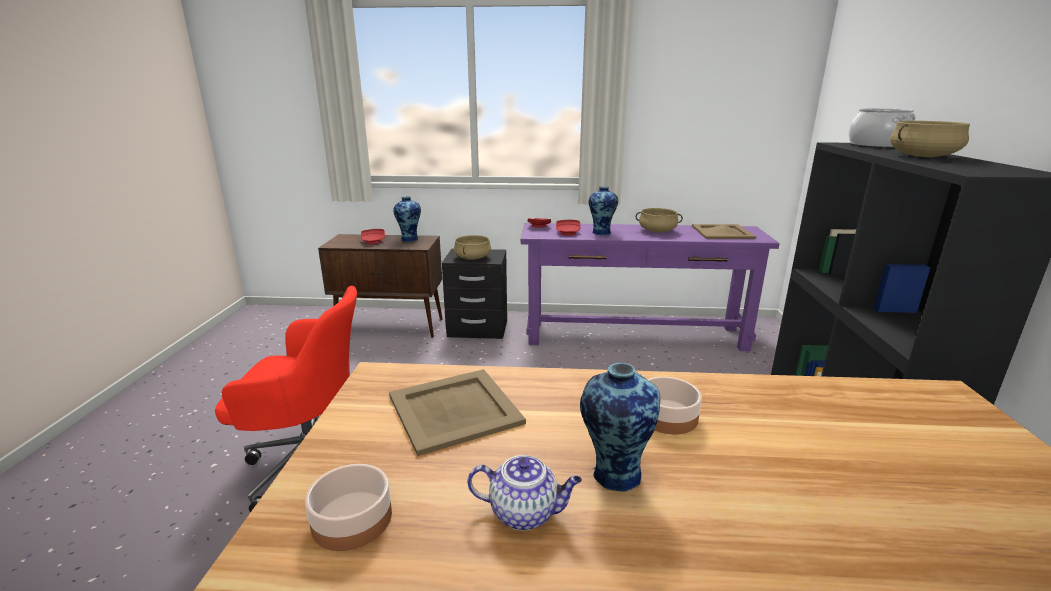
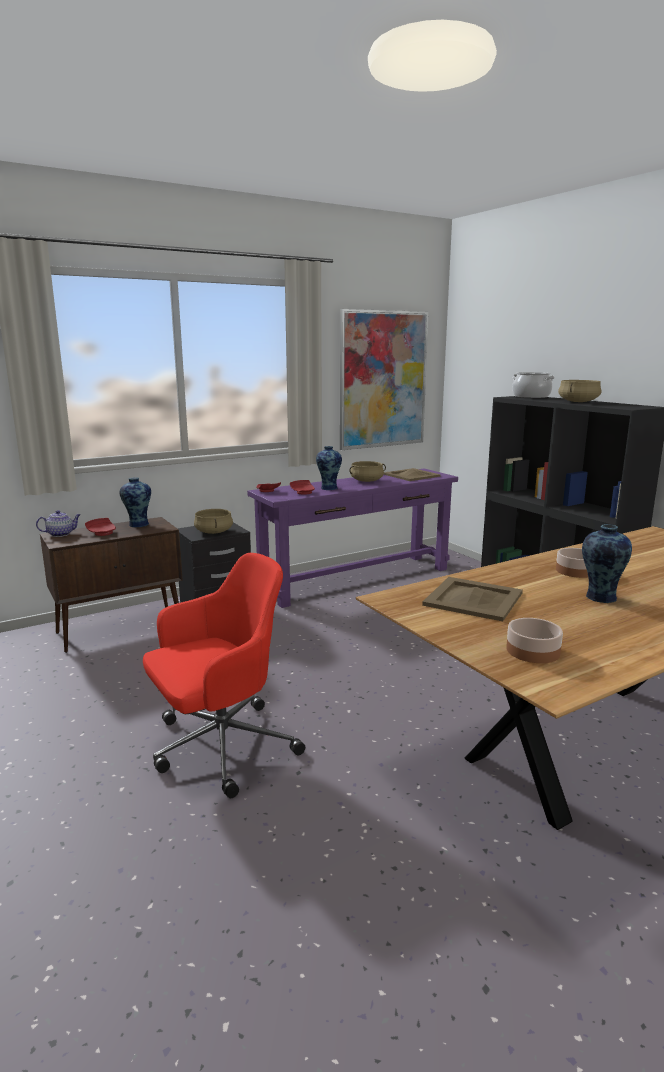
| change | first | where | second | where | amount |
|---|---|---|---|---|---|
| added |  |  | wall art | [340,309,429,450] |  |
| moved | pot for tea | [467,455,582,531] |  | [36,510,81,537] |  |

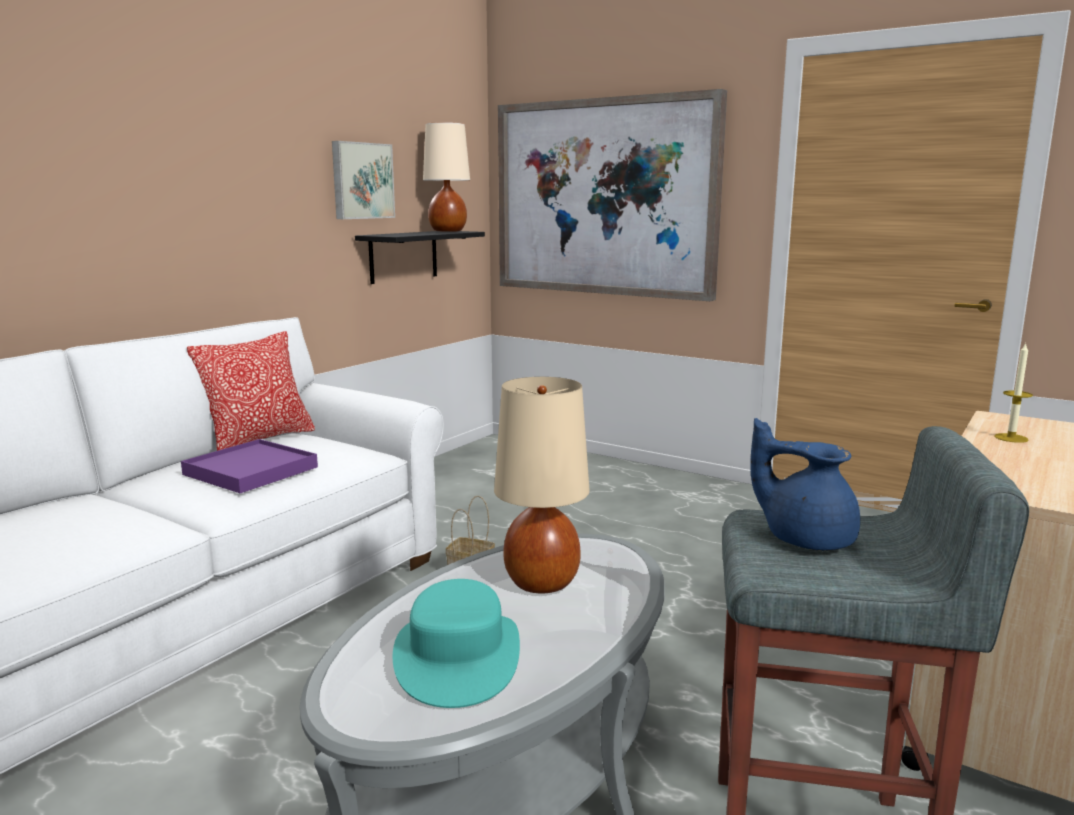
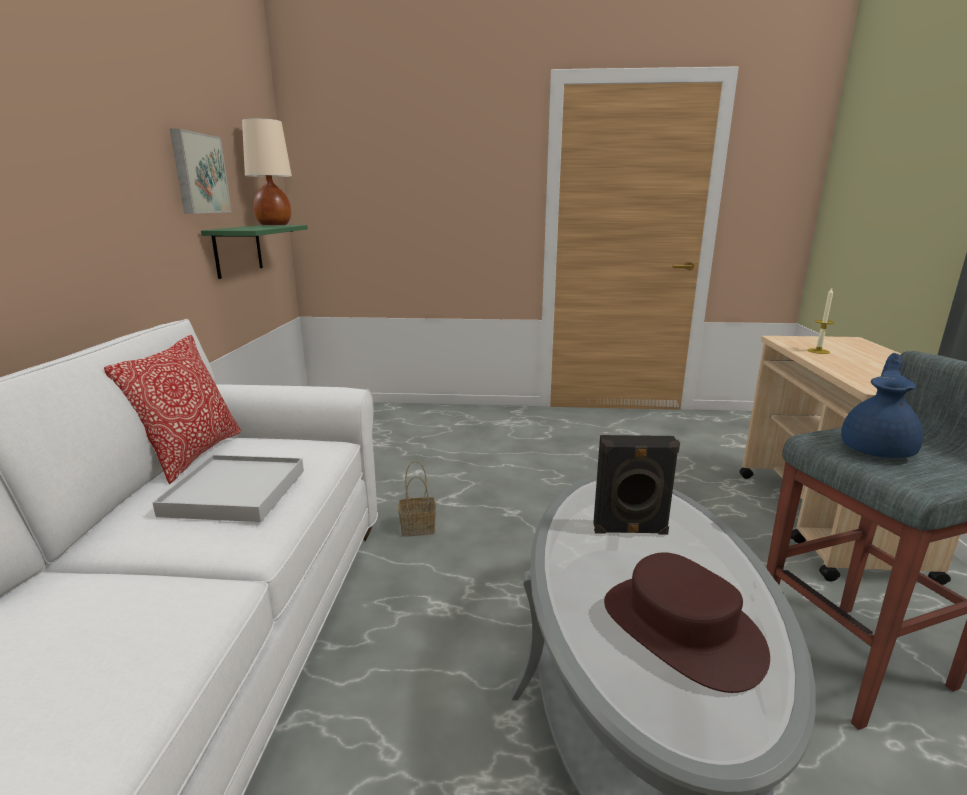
| change | first | where | second | where | amount |
|---|---|---|---|---|---|
| removed | wall art | [498,89,727,301] |  |  |  |
| replaced | beige-coloured tabletop lamp | [494,377,590,593] | blackish audio speaker | [593,435,680,535] |  |
| recoloured | purple carrying tray | [181,439,318,493] | whitish carrying tray | [152,455,304,522] |  |
| recoloured | blackish bracket shelf | [355,231,485,284] | greenish bracket shelf | [201,225,308,279] |  |
| recoloured | blue-green hat | [393,579,520,708] | brown-coloured hat | [604,553,770,693] |  |
| turned | blue pot for tea | [750,418,860,551] |  | [841,353,923,458] | 120 degrees clockwise |

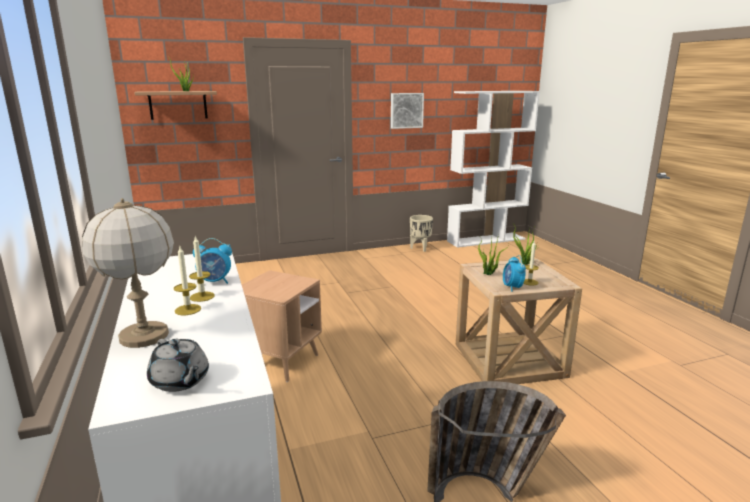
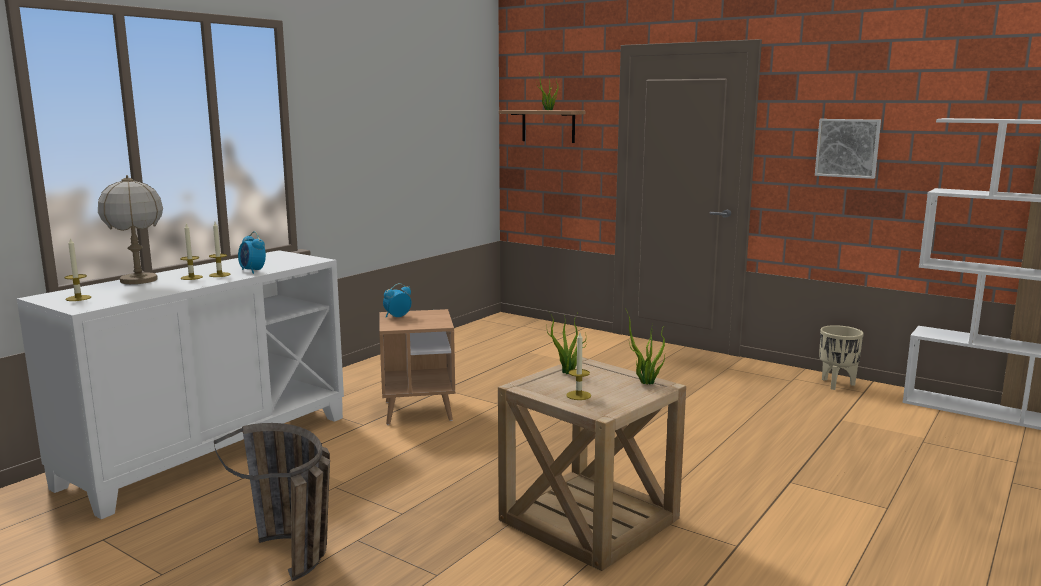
| change | first | where | second | where | amount |
|---|---|---|---|---|---|
| moved | table clock | [503,255,526,292] |  | [383,283,411,318] |  |
| replaced | greyish pot for tea | [147,339,209,392] | wax light | [64,237,91,301] |  |

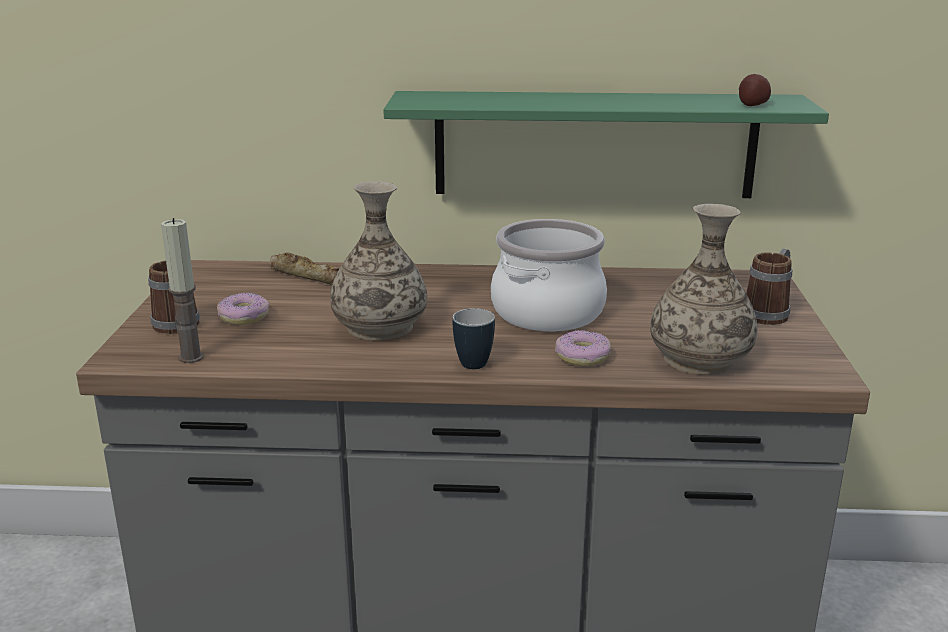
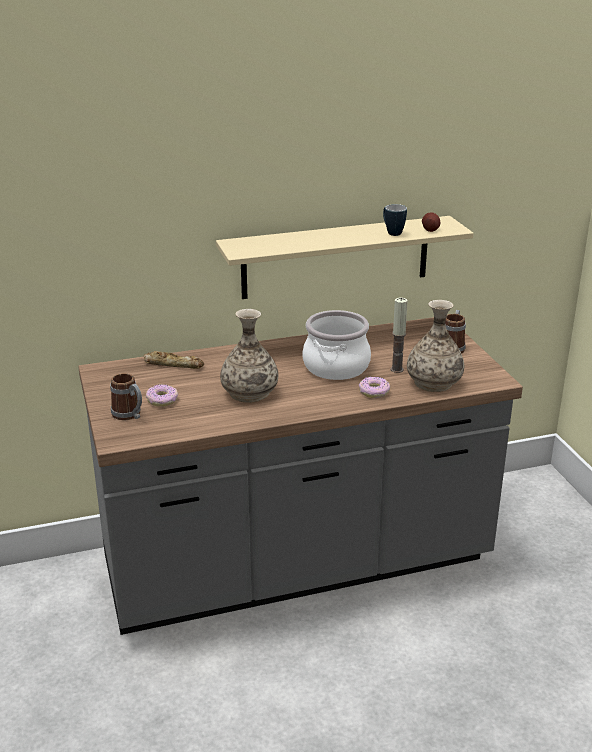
| change | first | where | second | where | amount |
|---|---|---|---|---|---|
| moved | wax light | [161,218,204,363] |  | [390,298,408,373] |  |
| moved | tea mug | [453,308,495,369] |  | [383,204,407,236] |  |
| recoloured | greenish bracket shelf | [383,91,829,198] | beige-coloured bracket shelf | [216,216,474,299] |  |

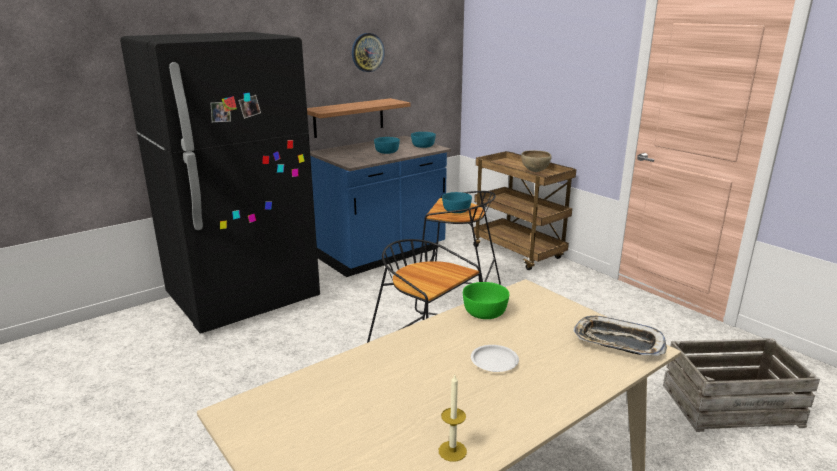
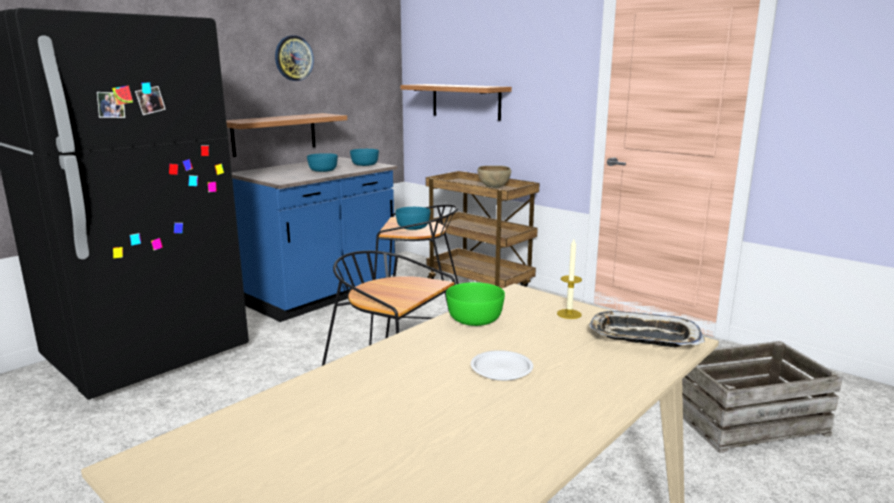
| change | first | where | second | where | amount |
|---|---|---|---|---|---|
| added |  |  | bracket shelf | [400,84,512,121] |  |
| moved | wax light | [439,375,467,462] |  | [557,239,582,319] |  |

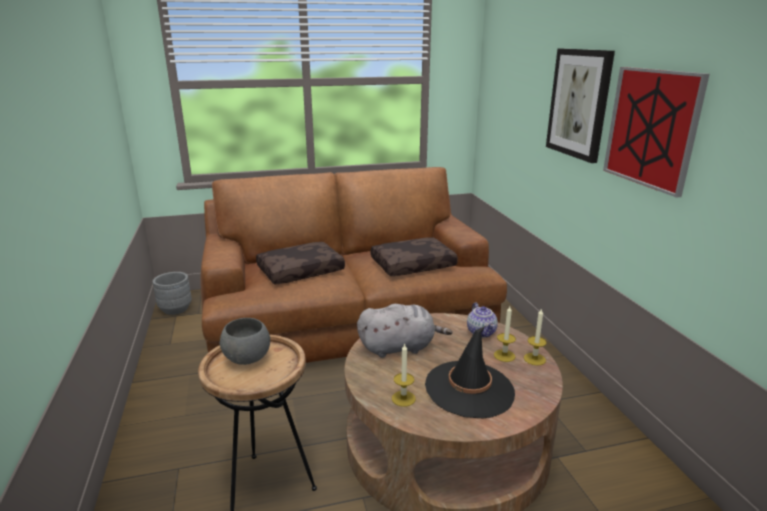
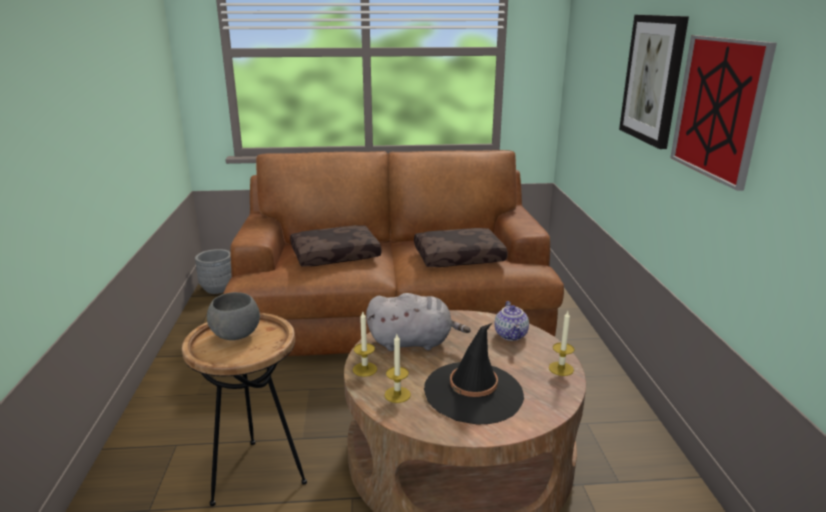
| change | first | where | second | where | amount |
|---|---|---|---|---|---|
| moved | wax light | [494,306,516,362] |  | [353,312,377,377] |  |

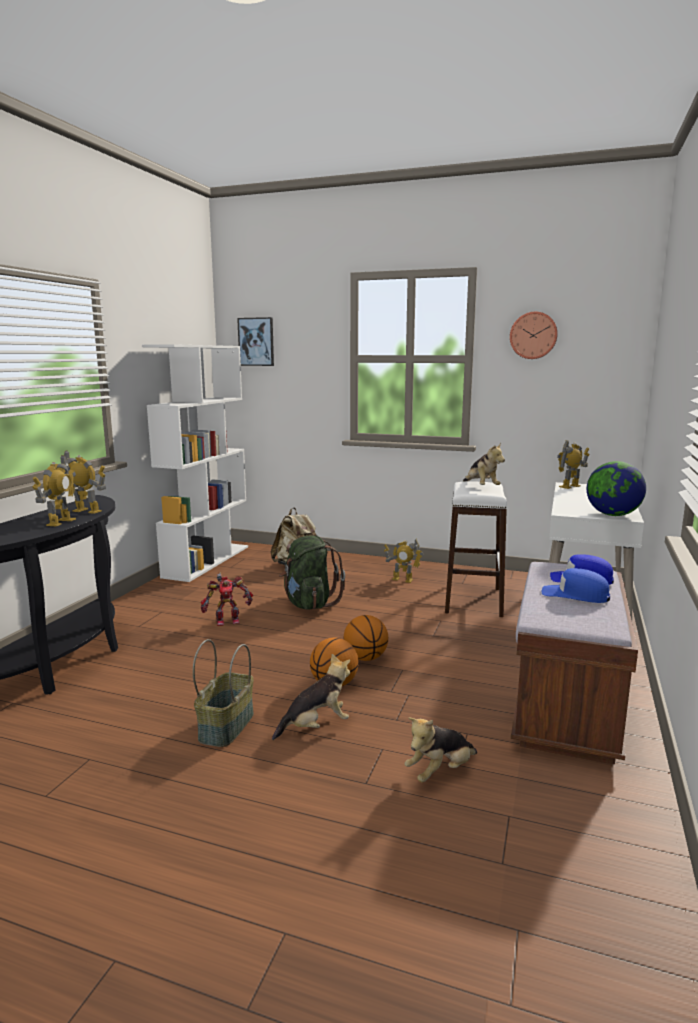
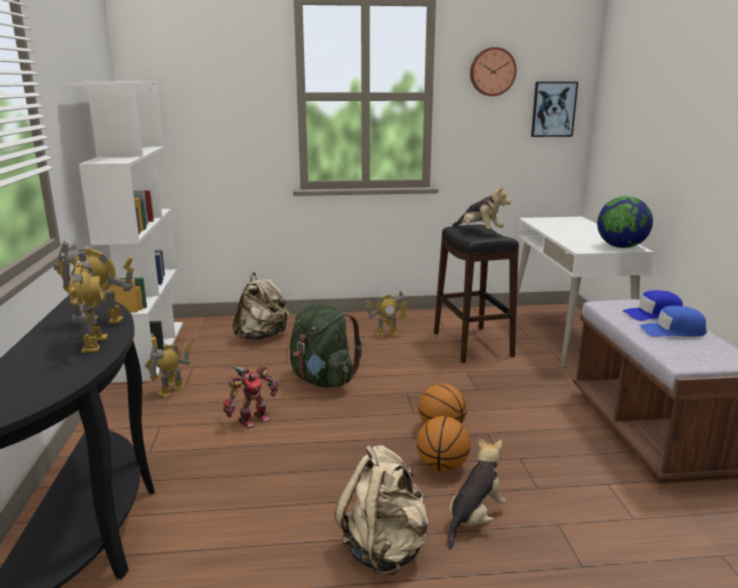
| change | first | where | second | where | amount |
|---|---|---|---|---|---|
| removed | plush toy | [405,717,477,783] |  |  |  |
| moved | wall art | [237,317,274,366] |  | [531,82,578,137] |  |
| moved | toy robot | [557,440,589,489] |  | [145,342,190,398] |  |
| replaced | household basket | [193,639,254,747] | beige-coloured rucksack | [335,445,428,575] |  |
| recoloured | whitish sitting stool | [445,482,507,617] | blackish sitting stool | [434,225,519,363] |  |

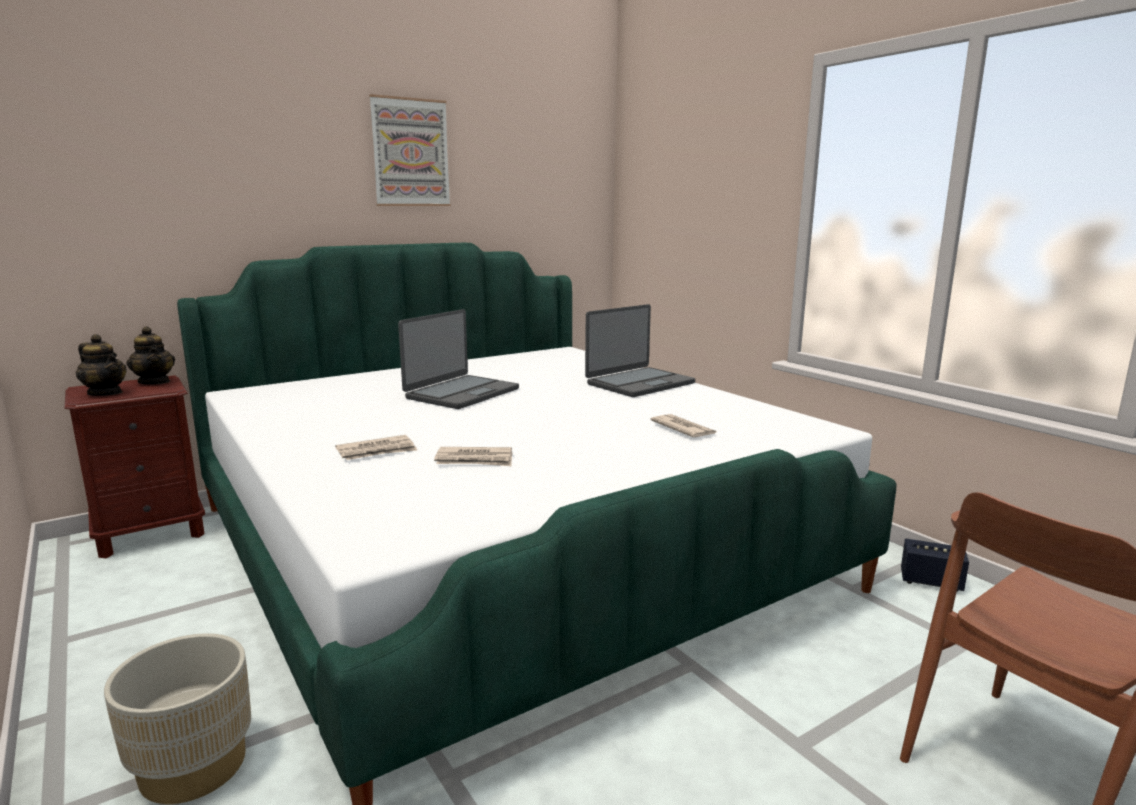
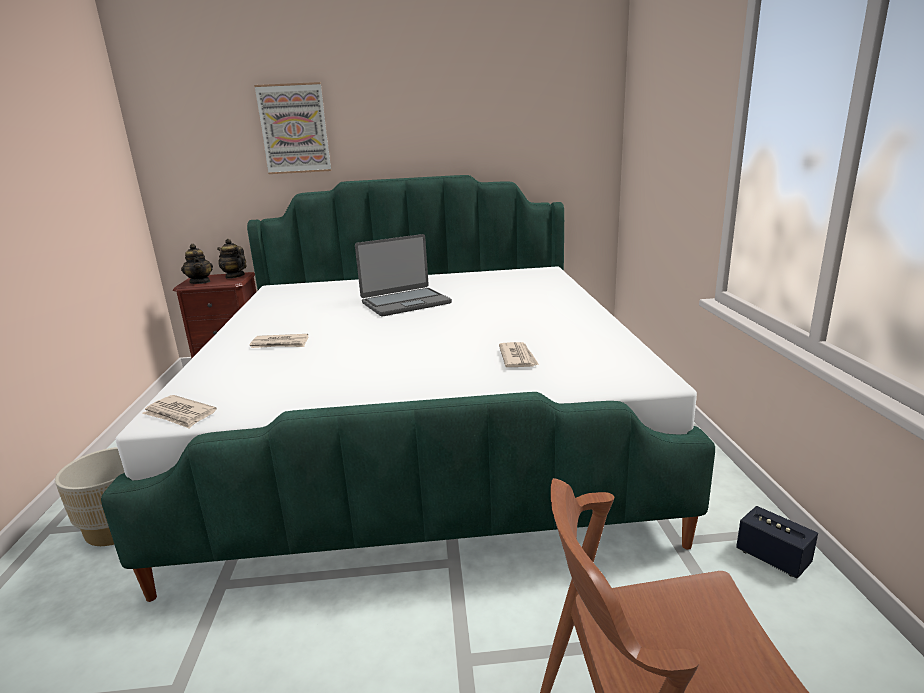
| change | first | where | second | where | amount |
|---|---|---|---|---|---|
| removed | notebook computer | [585,304,695,397] |  |  |  |
| moved | wall art | [369,94,451,206] |  | [254,82,331,174] |  |
| moved | newspaper | [434,447,512,466] |  | [142,395,217,429] |  |
| turned | pot for tea | [126,326,175,385] |  | [217,239,246,279] | 135 degrees clockwise |

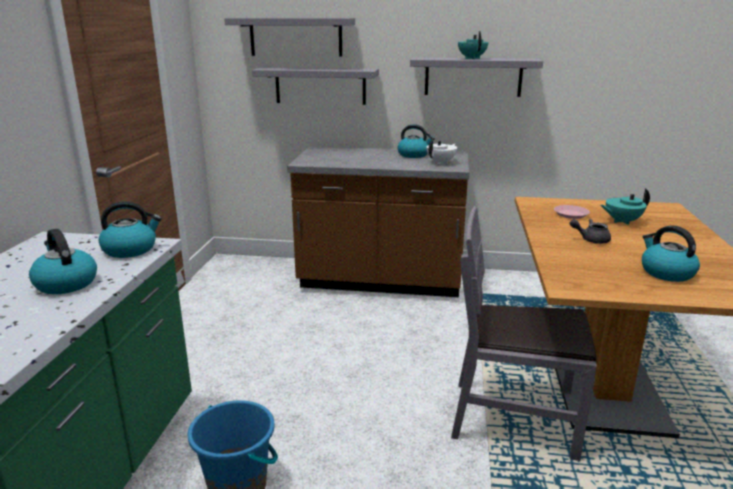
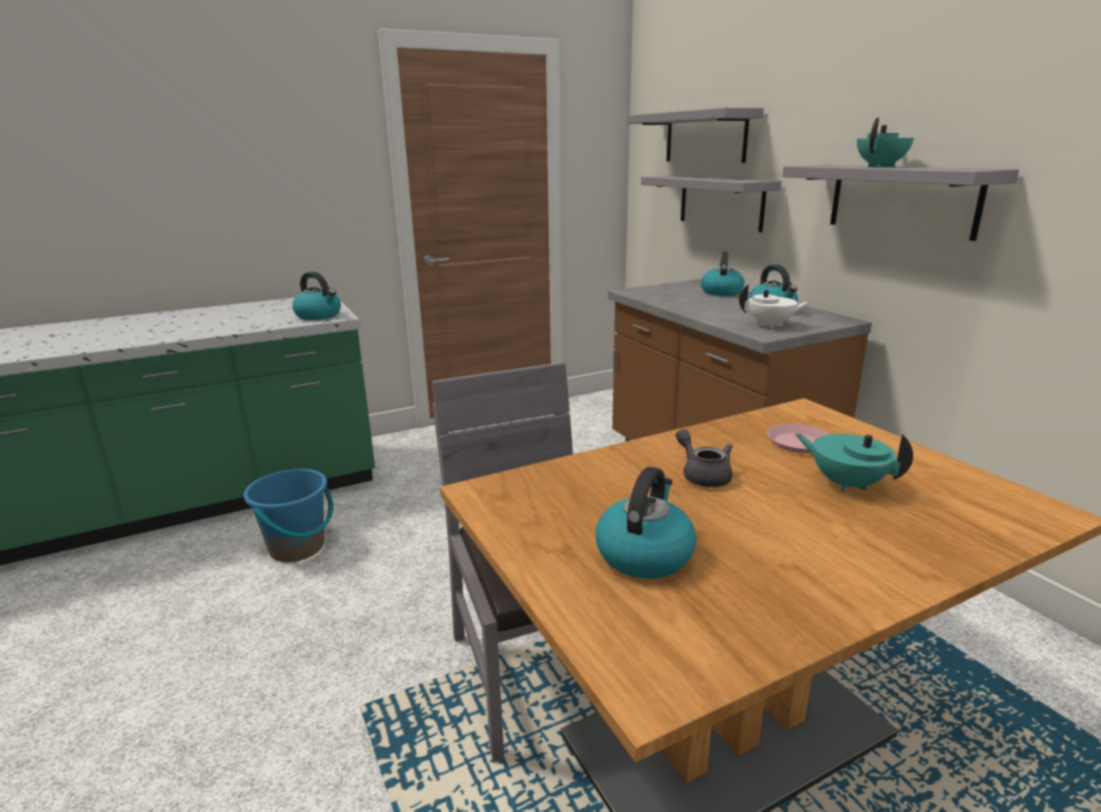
| change | first | where | second | where | amount |
|---|---|---|---|---|---|
| moved | water kettle | [29,229,97,294] |  | [701,252,745,296] |  |

